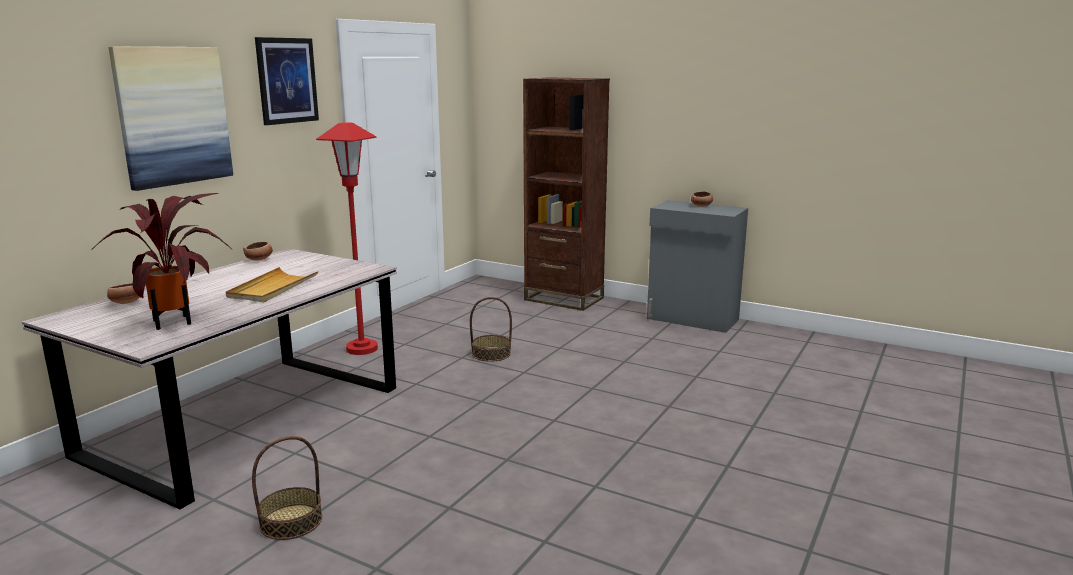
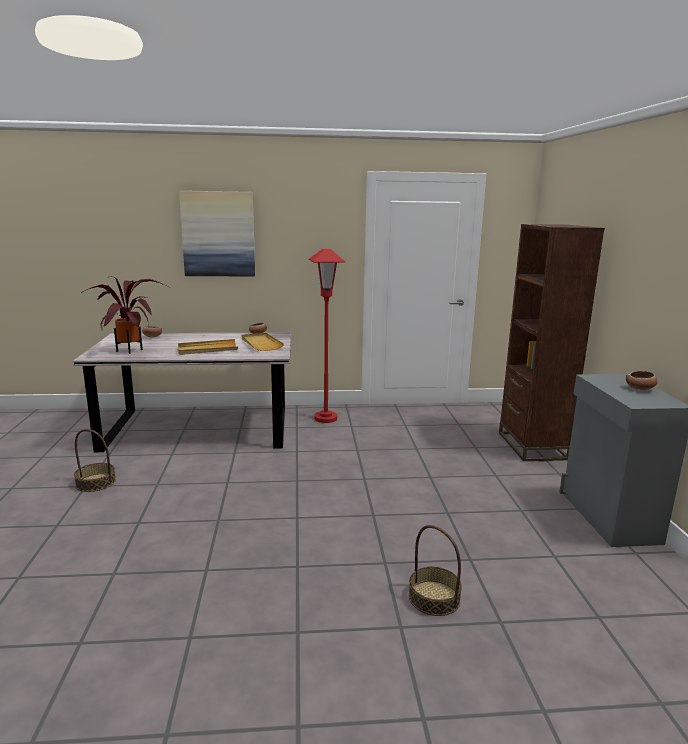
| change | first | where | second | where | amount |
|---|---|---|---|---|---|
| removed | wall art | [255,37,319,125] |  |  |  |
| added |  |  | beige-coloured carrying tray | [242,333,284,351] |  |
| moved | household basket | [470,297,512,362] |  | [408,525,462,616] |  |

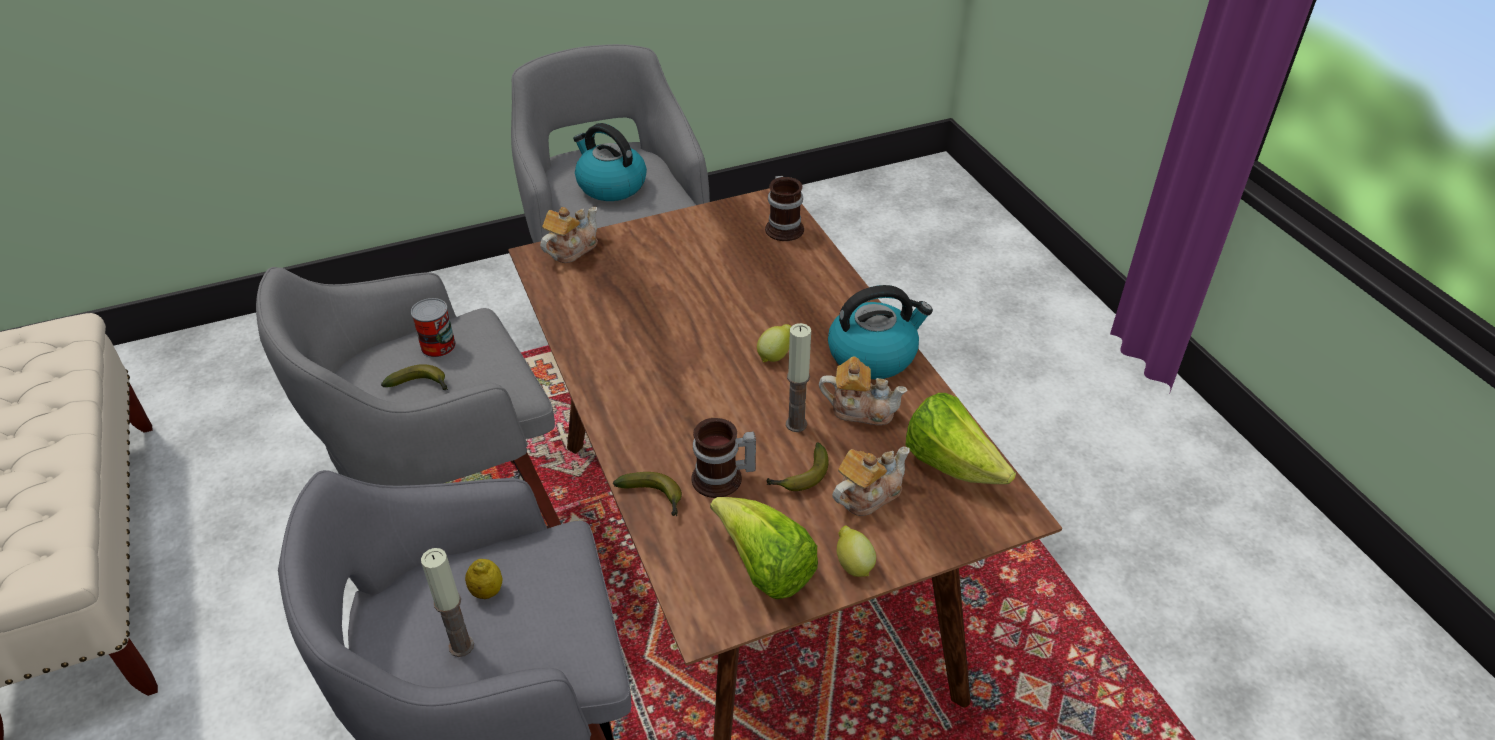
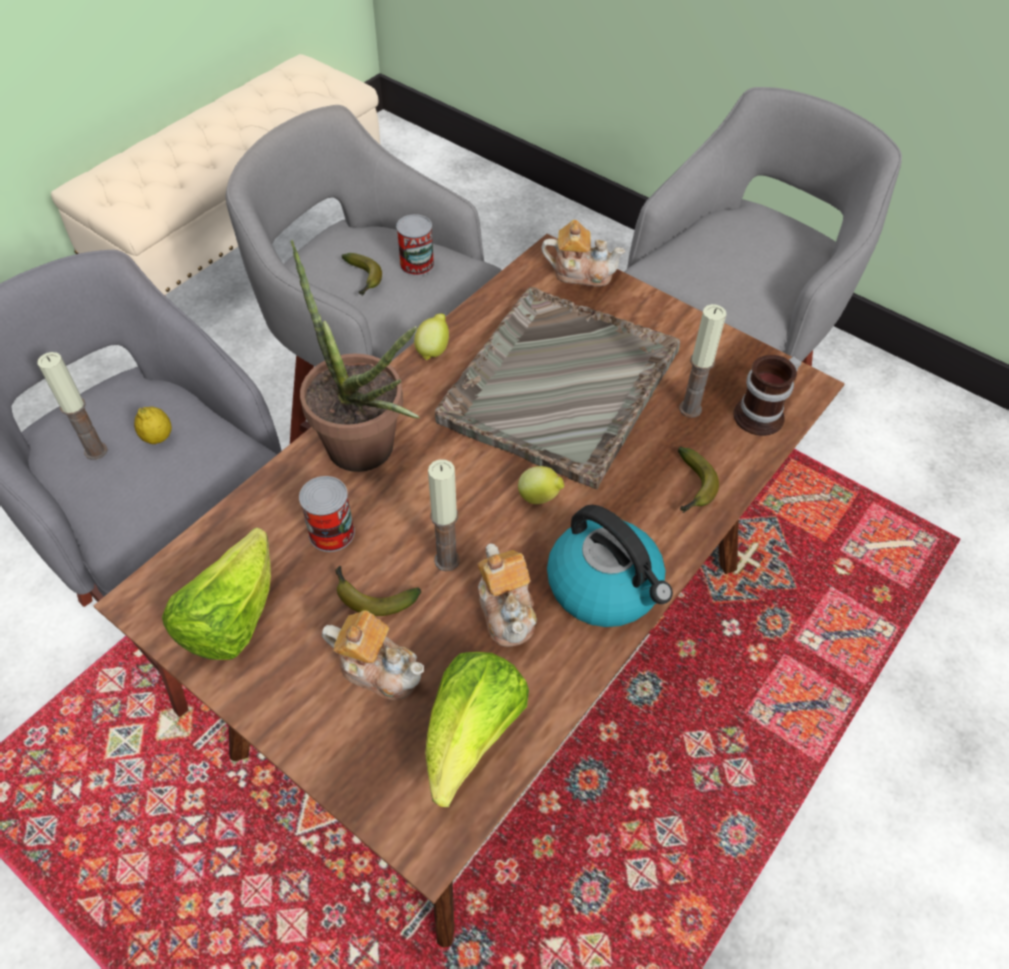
| change | first | where | second | where | amount |
|---|---|---|---|---|---|
| removed | water kettle | [573,123,647,201] |  |  |  |
| added |  |  | potted plant | [290,240,420,472] |  |
| added |  |  | greyish carrying tray | [435,287,680,489] |  |
| added |  |  | wax light | [679,304,726,418] |  |
| moved | whole banana | [613,472,682,516] |  | [678,447,719,513] |  |
| moved | whole lemon | [837,525,876,577] |  | [414,314,449,361] |  |
| replaced | tea mug | [691,418,756,498] | metal can | [299,476,355,552] |  |

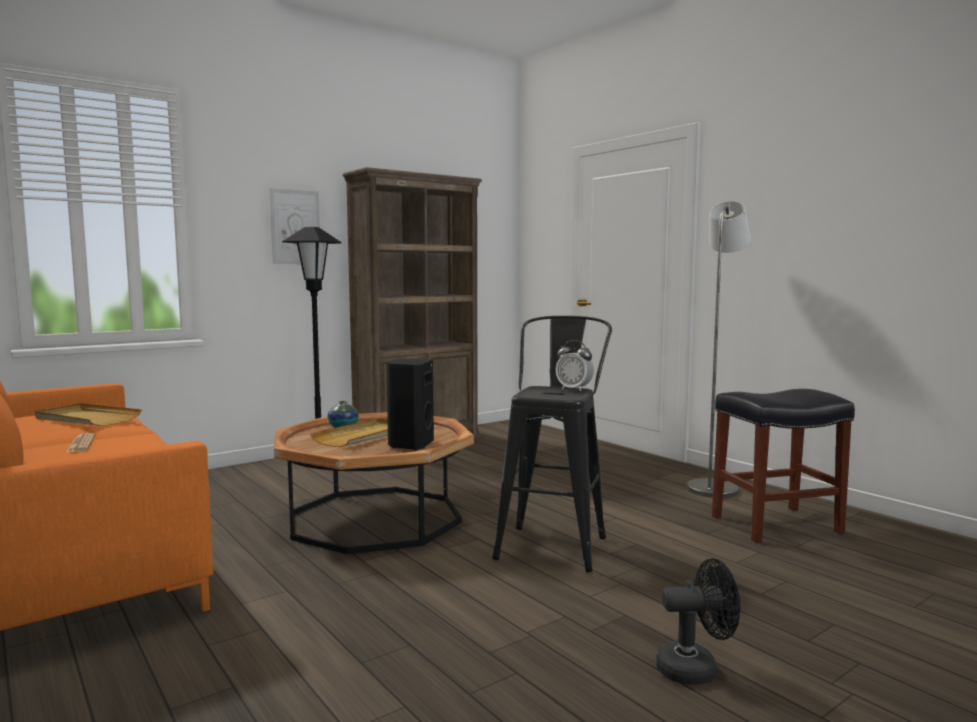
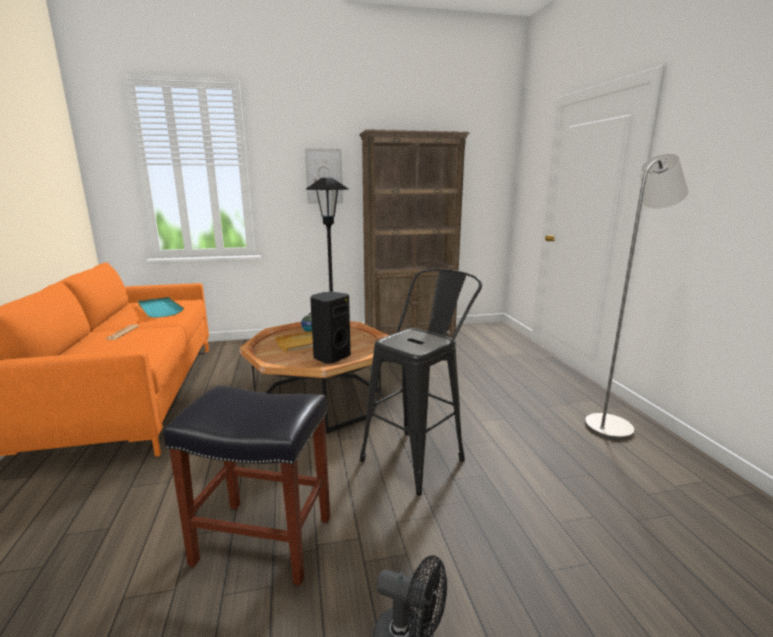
| change | first | where | second | where | amount |
|---|---|---|---|---|---|
| removed | table clock | [555,340,594,391] |  |  |  |
| moved | blackish sitting stool | [712,389,855,543] |  | [164,385,330,586] |  |
| recoloured | beige-coloured carrying tray | [35,403,142,426] | blue-green carrying tray | [138,297,184,318] |  |

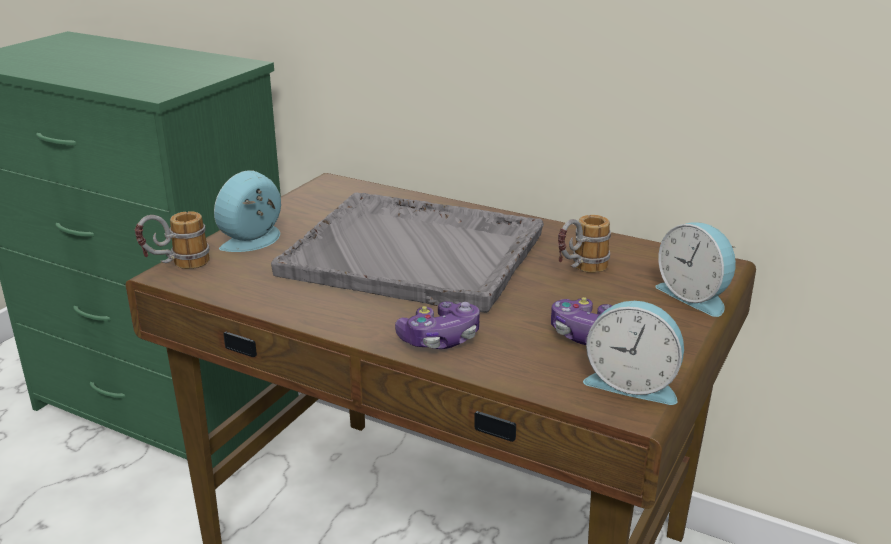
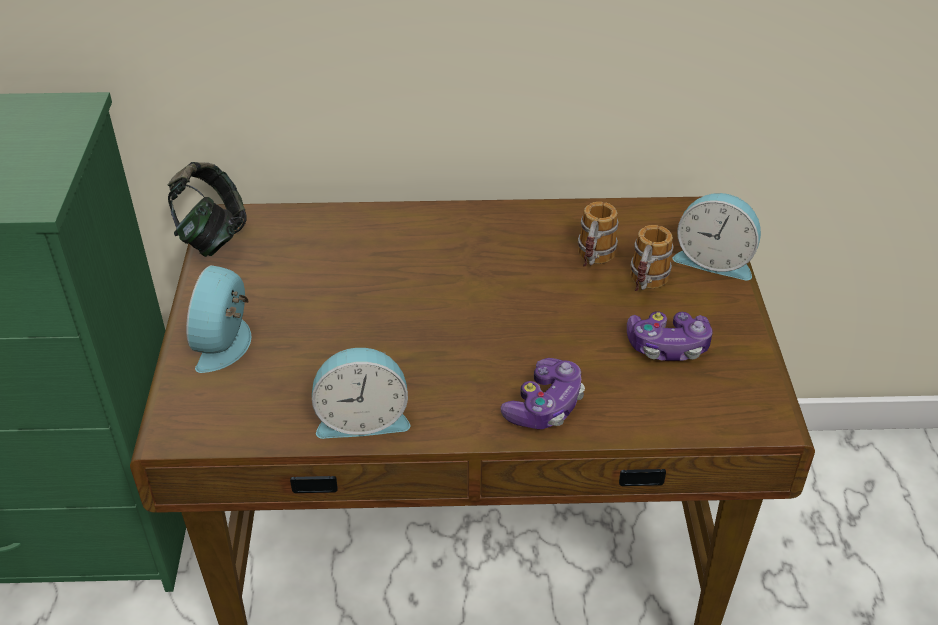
| change | first | where | second | where | amount |
|---|---|---|---|---|---|
| removed | greyish carrying tray | [271,193,544,313] |  |  |  |
| added |  |  | pair of headphones | [167,162,247,257] |  |
| moved | tea mug | [135,211,210,269] |  | [631,225,674,291] |  |
| moved | table clock | [583,301,684,405] |  | [312,348,410,439] |  |

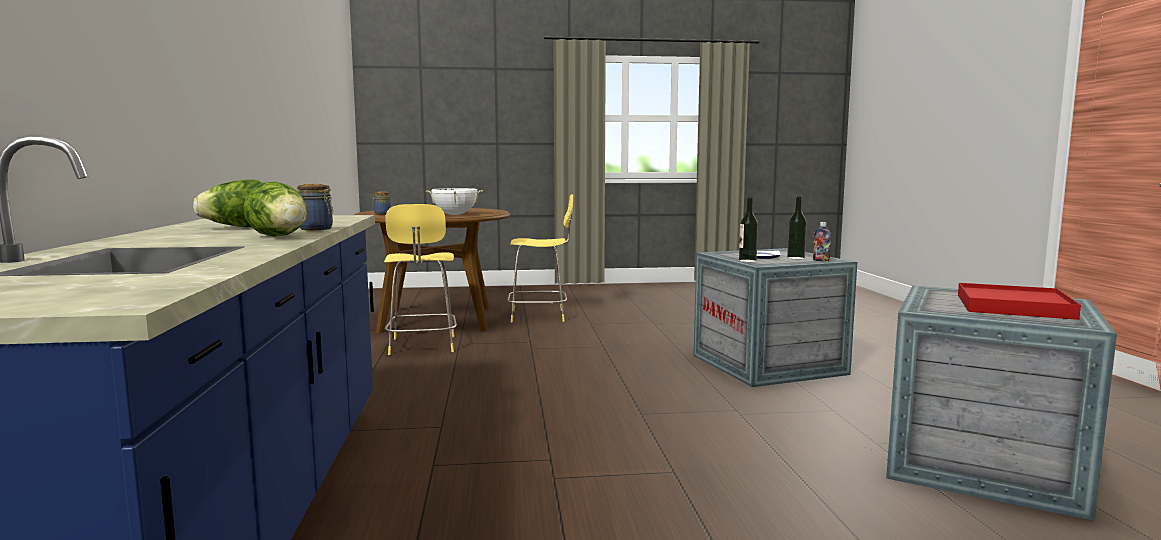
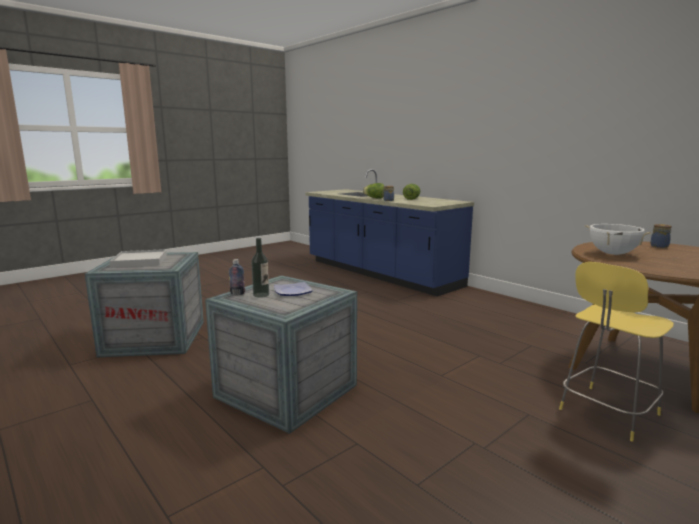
| change | first | where | second | where | amount |
|---|---|---|---|---|---|
| removed | yellow sitting stool | [384,204,457,355] |  |  |  |
| removed | bottle | [739,197,758,262] |  |  |  |
| recoloured | red-coloured carrying tray | [958,283,1081,320] | whitish carrying tray | [110,249,167,268] |  |

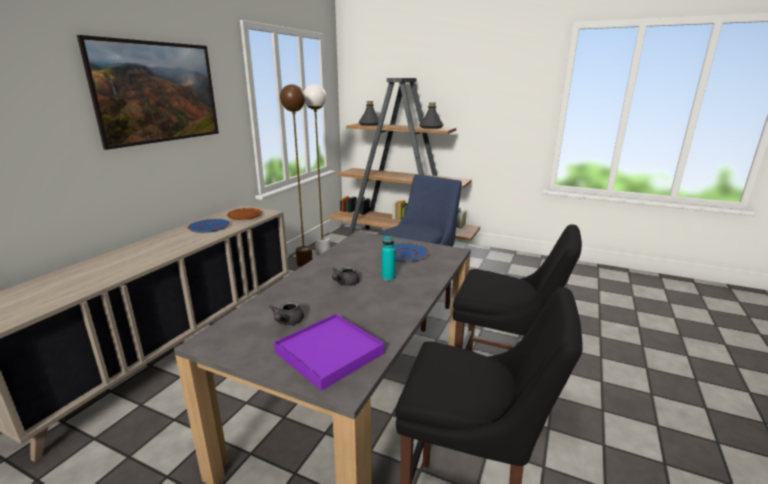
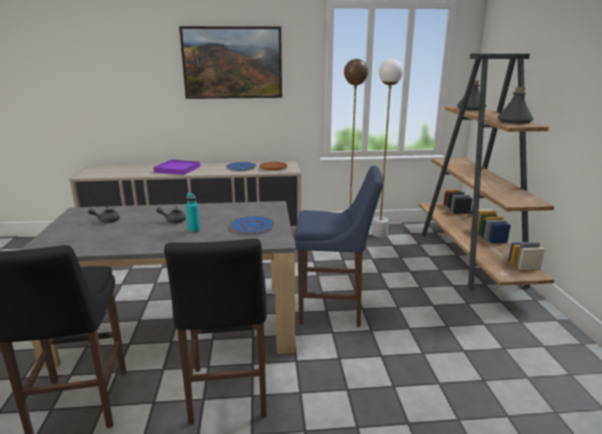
| change | first | where | second | where | amount |
|---|---|---|---|---|---|
| moved | purple carrying tray | [274,314,385,391] |  | [153,160,200,175] |  |

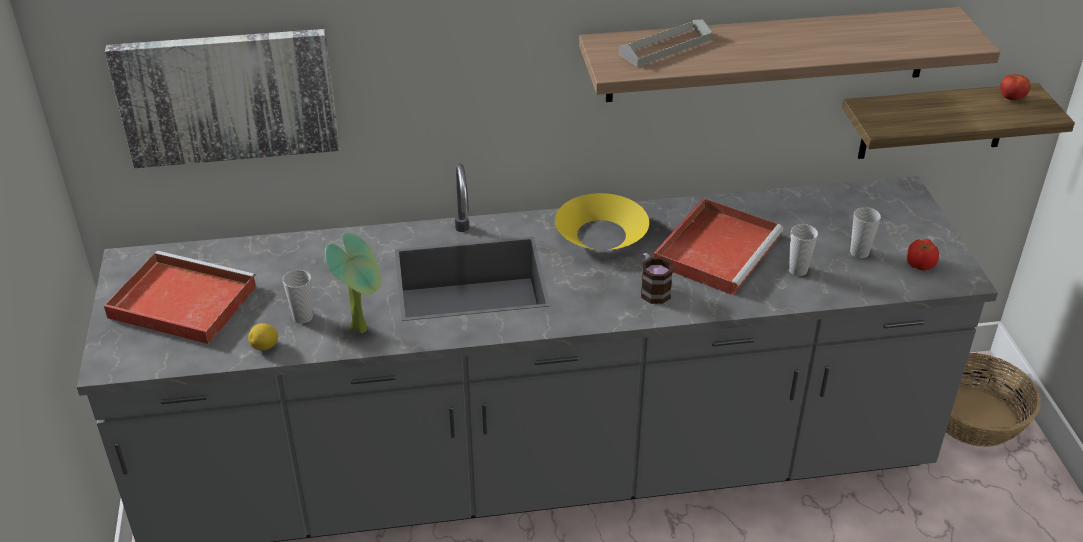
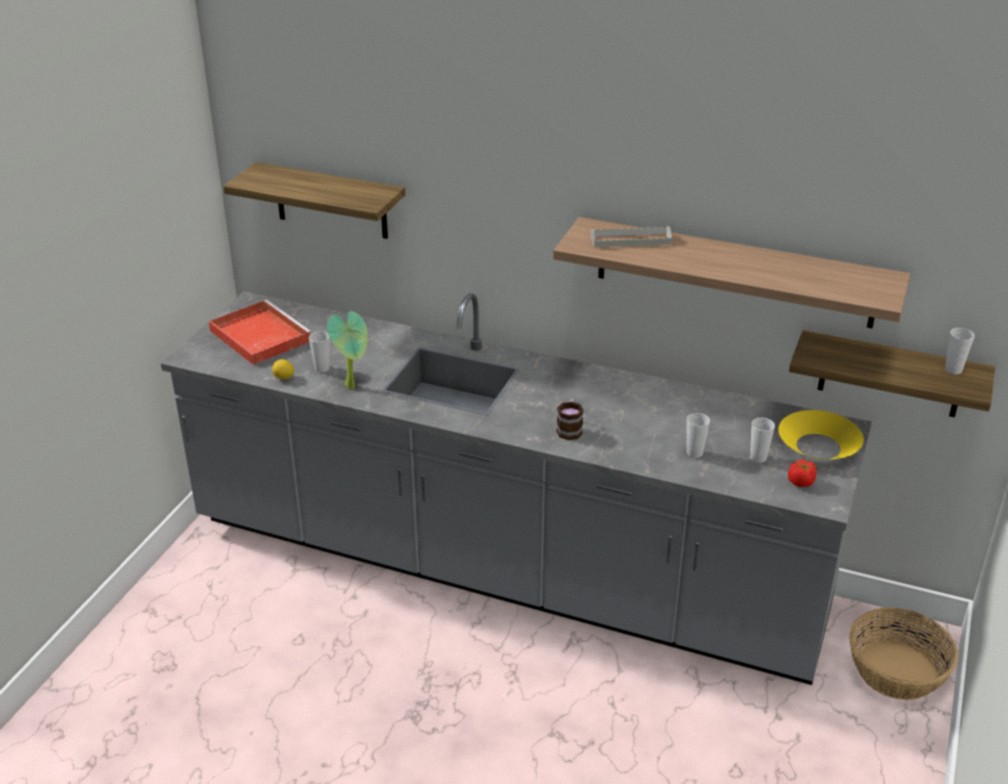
| change | first | where | second | where | amount |
|---|---|---|---|---|---|
| removed | red-coloured carrying tray | [653,198,784,295] |  |  |  |
| moved | yellow serving bowl | [555,193,649,250] |  | [778,410,864,460] |  |
| replaced | wall art | [105,29,340,168] | bracket shelf | [223,162,405,239] |  |
| replaced | whole tomato | [1000,74,1031,100] | cup | [945,328,975,374] |  |

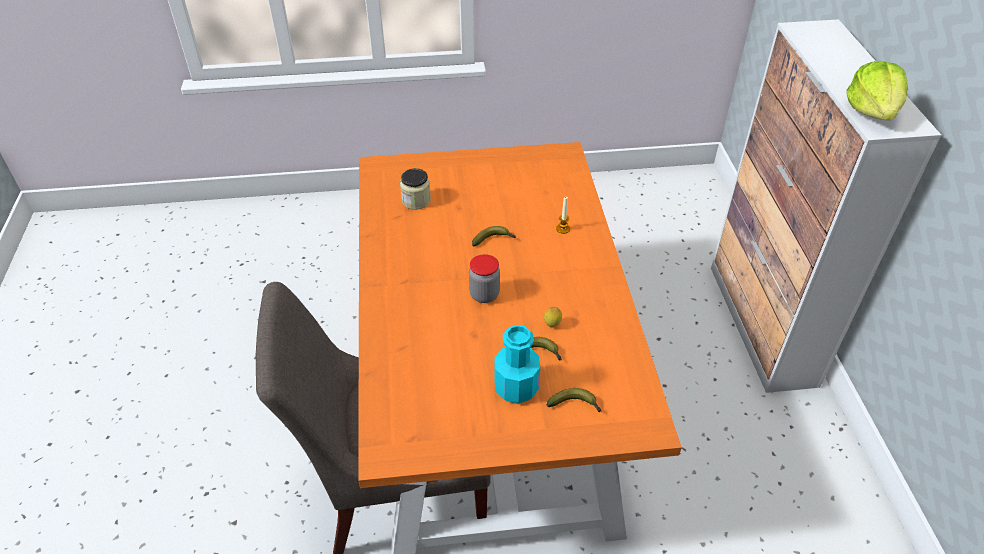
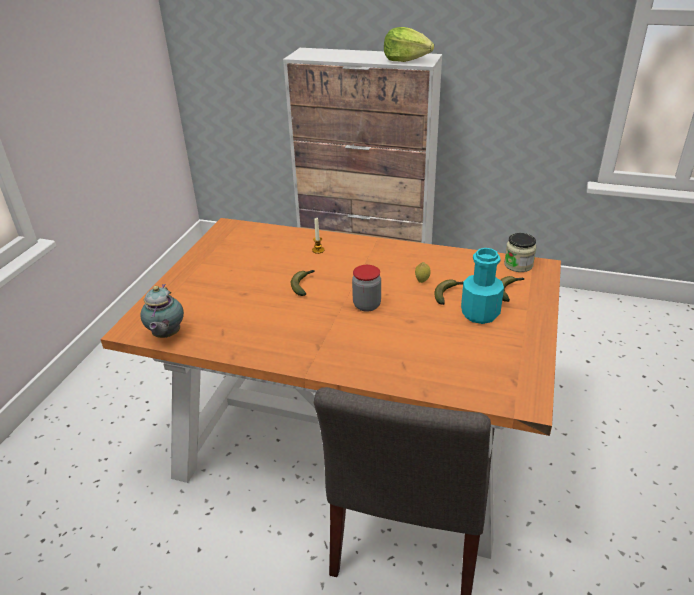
| change | first | where | second | where | amount |
|---|---|---|---|---|---|
| added |  |  | pot for tea | [140,284,184,338] |  |
| moved | jar | [400,168,431,210] |  | [504,233,536,272] |  |

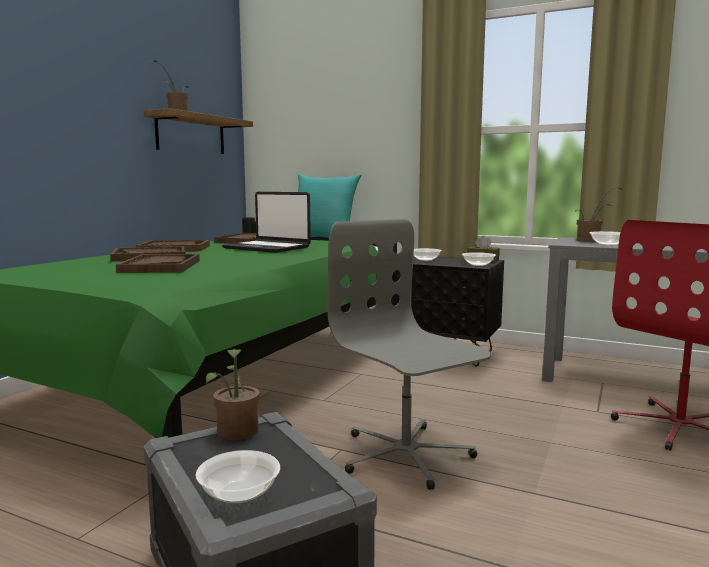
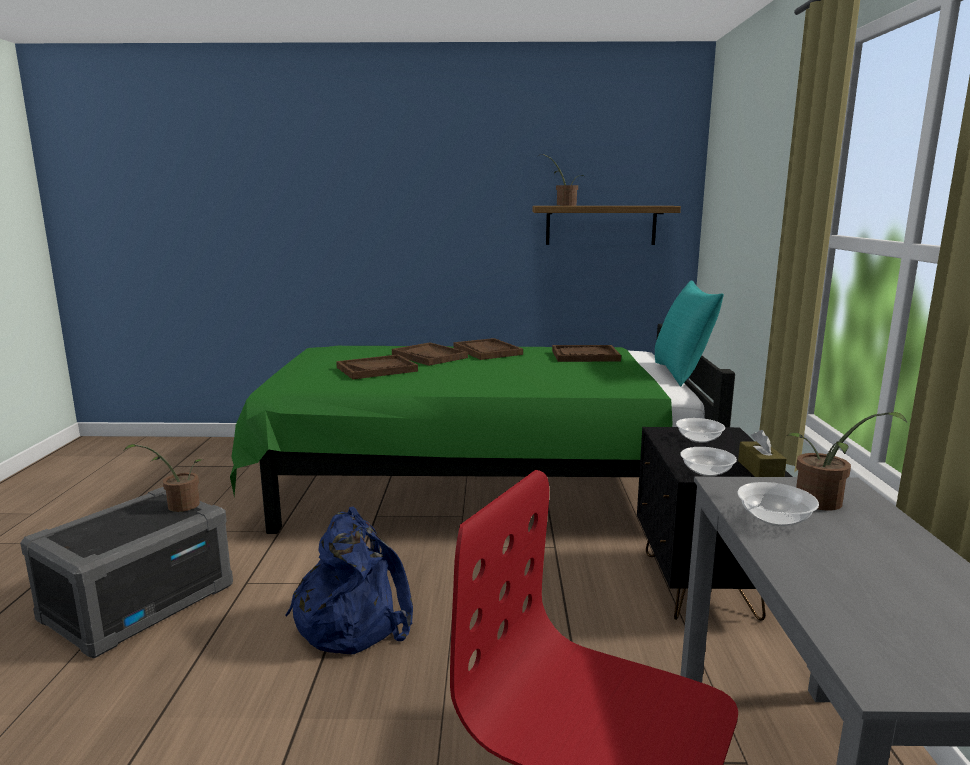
| change | first | where | second | where | amount |
|---|---|---|---|---|---|
| removed | serving bowl | [196,450,280,503] |  |  |  |
| removed | notebook computer | [222,192,311,253] |  |  |  |
| replaced | greyish computer chair | [328,219,491,490] | blue rucksack | [285,507,413,654] |  |

